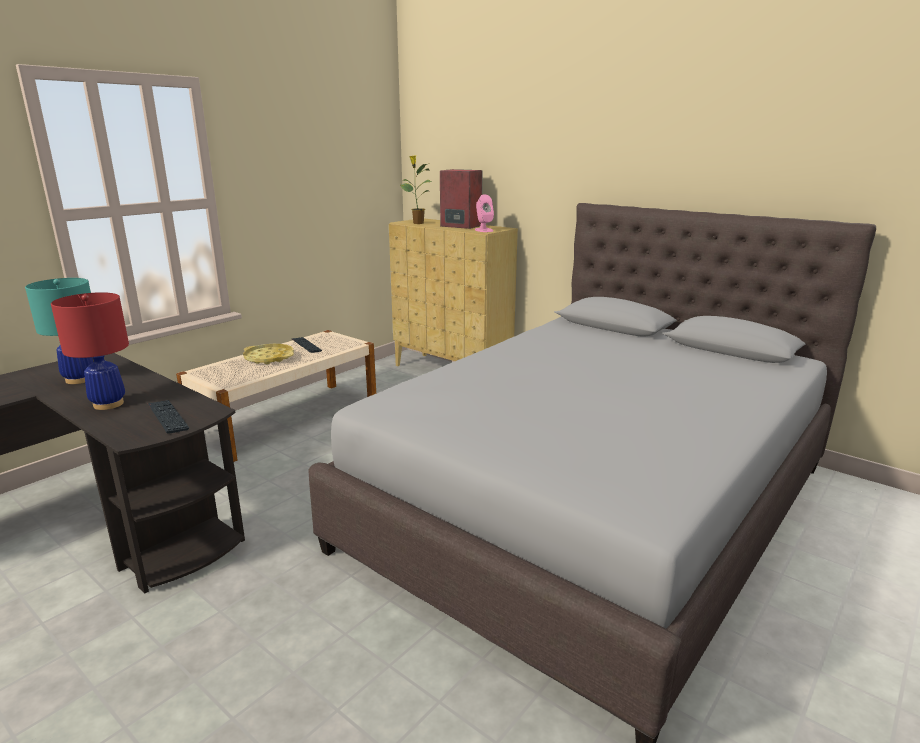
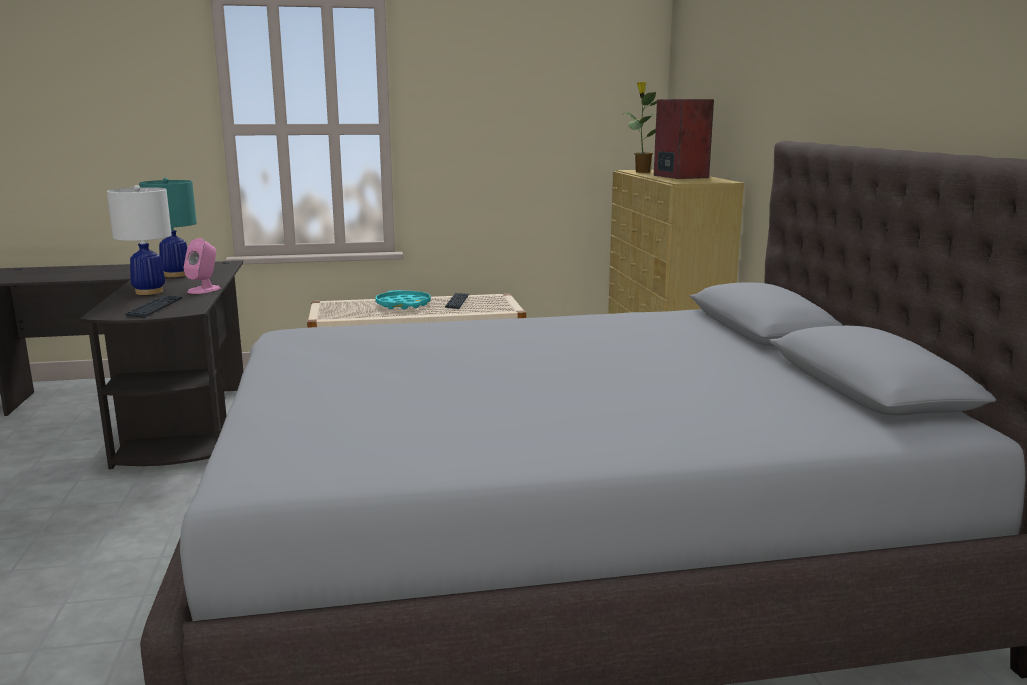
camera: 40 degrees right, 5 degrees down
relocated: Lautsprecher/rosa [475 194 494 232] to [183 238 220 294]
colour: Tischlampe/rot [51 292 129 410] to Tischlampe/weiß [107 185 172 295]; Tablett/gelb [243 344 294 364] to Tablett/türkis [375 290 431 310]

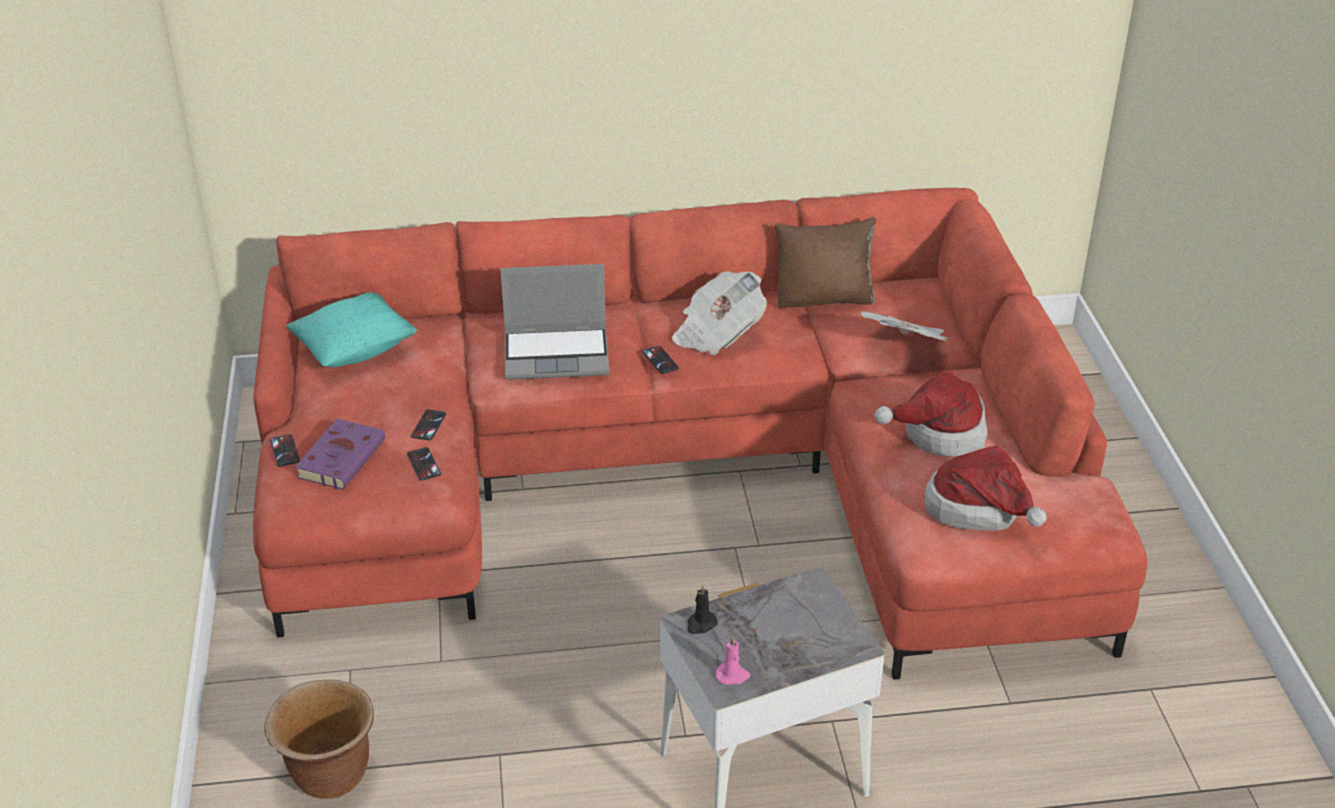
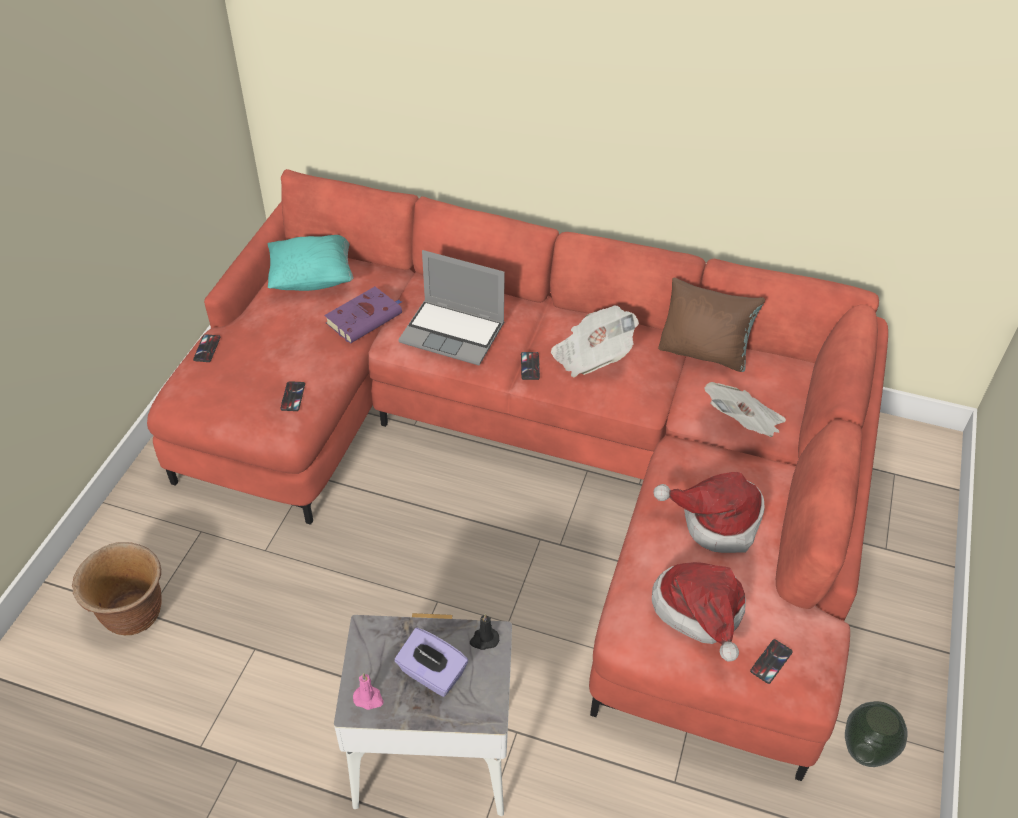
camera: 25 degrees right, 10 degrees up
appeared: Taschentuchbox/lila [395 628 468 697]; Vase [845 701 907 767]
relocated: Buch/lila [295 419 385 490] to [324 287 402 344]; Kerze/schwarz [687 584 718 634] to [470 614 499 650]; Handy [411 409 446 440] to [750 639 793 684]

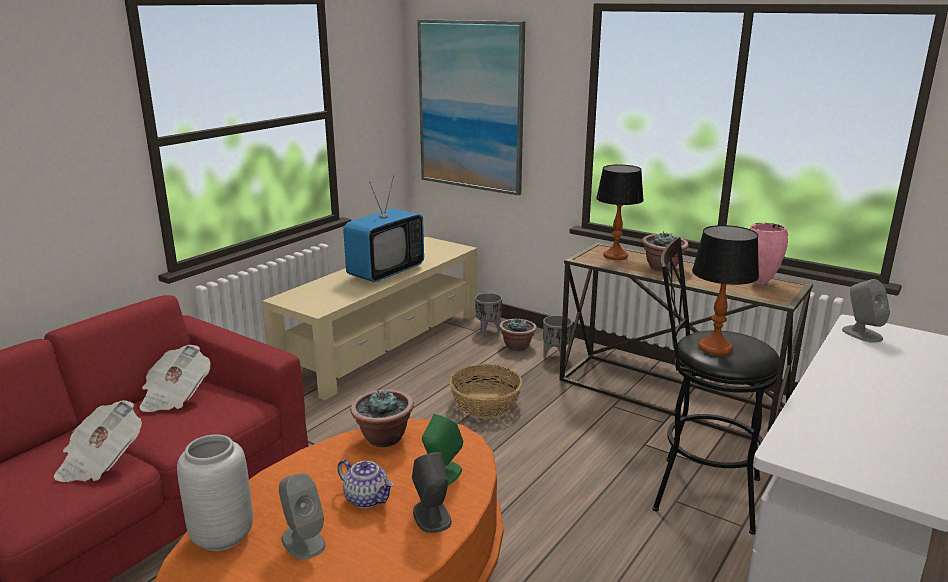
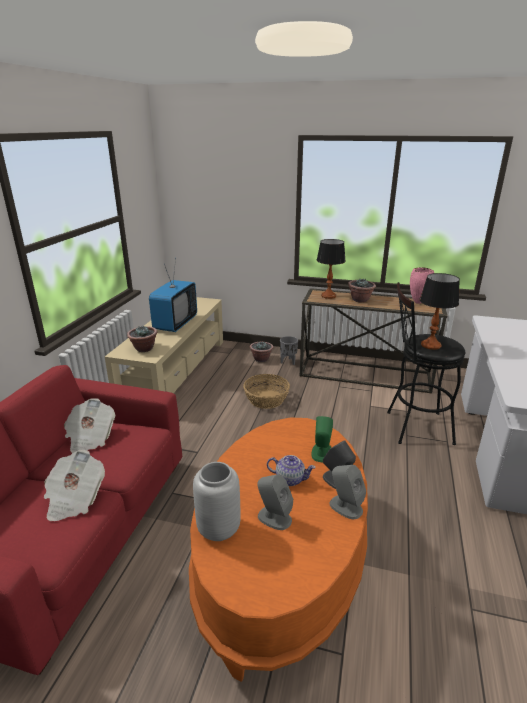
camera: 20 degrees left, 5 degrees up
missing: Bild [417 19 525 196]; Pflanzkübel/grau [475 293 502 336]
relocated: Topfpflanze [350 389 414 447] to [127 326 157 352]; Lautsprecher/grau [842 279 890 343] to [329 465 366 519]

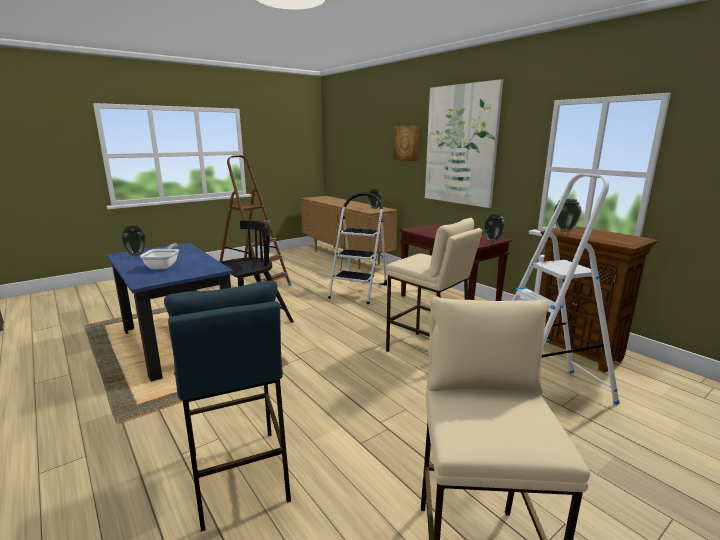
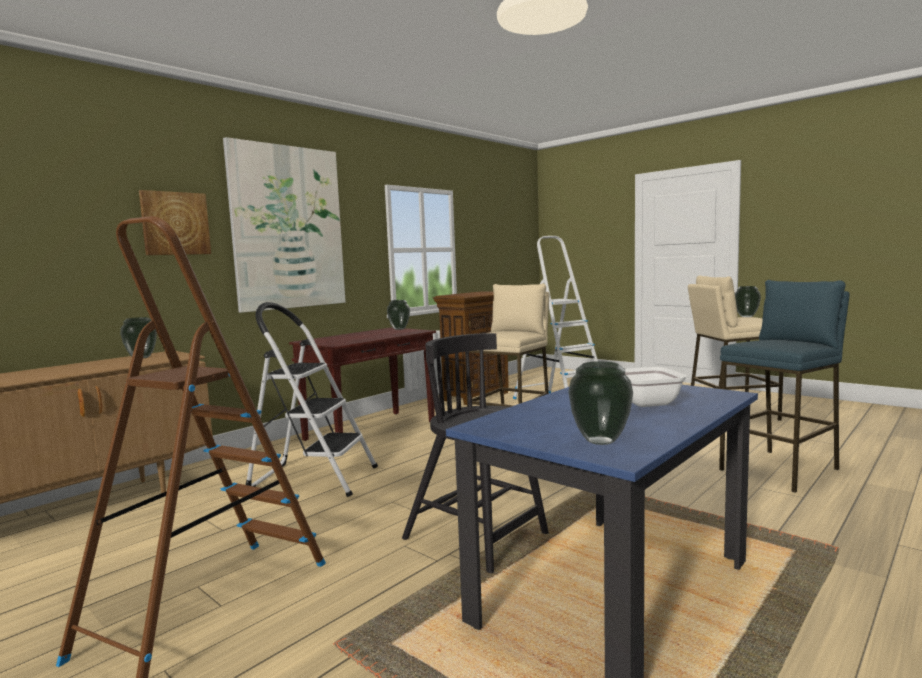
camera: 100 degrees left, 10 degrees down
relocated: Vase [554 199 581 232] to [735 286 761 317]

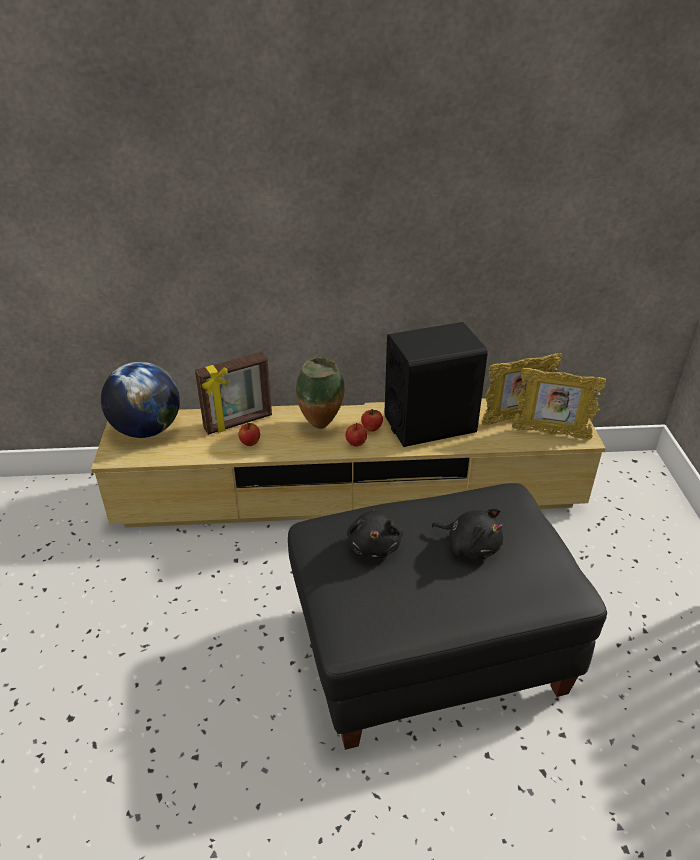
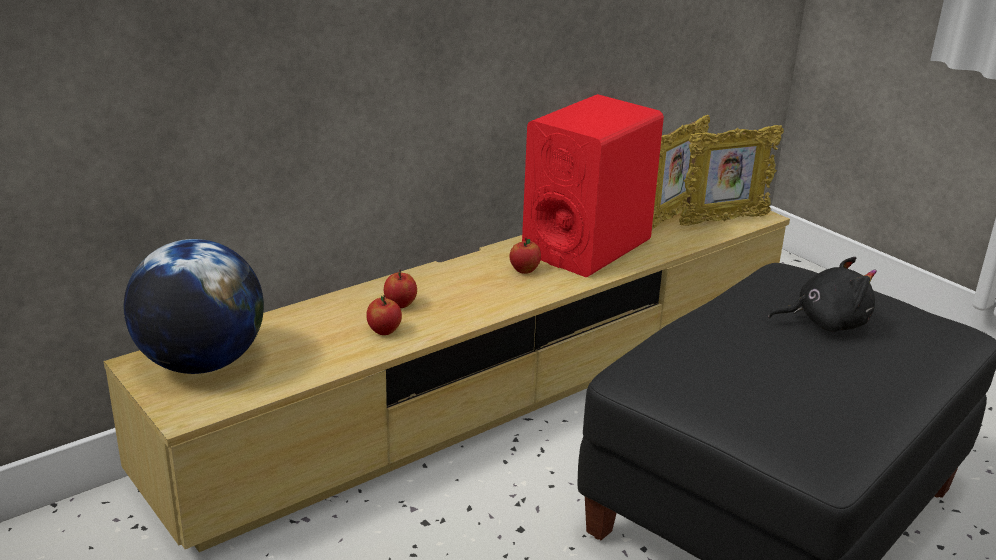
camera: 35 degrees left, 10 degrees down
missing: Bilderrahmen [195 352 272 435]; Vase [296 357 345 429]; Plüschtier/schwarz [347 508 403 558]
relocated: Apfel [345 423 367 447] to [384 269 417 308]
colour: Lautsprecher/schwarz [384 322 488 447] to Lautsprecher/rot [522 94 664 277]

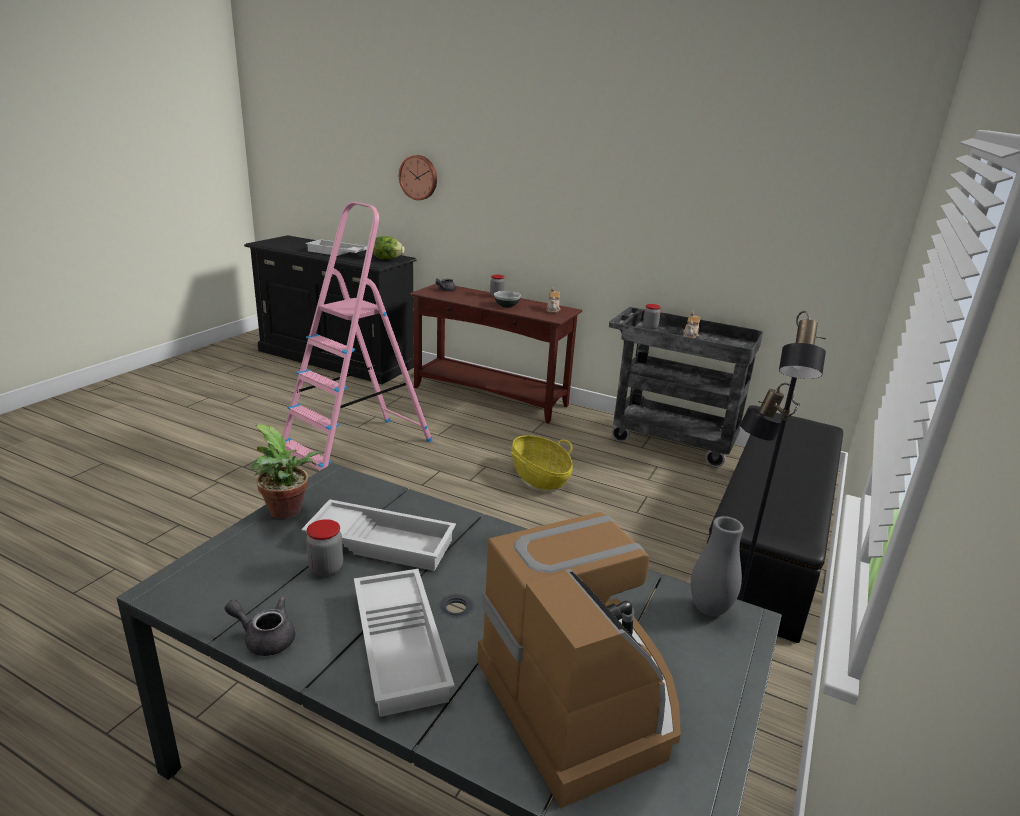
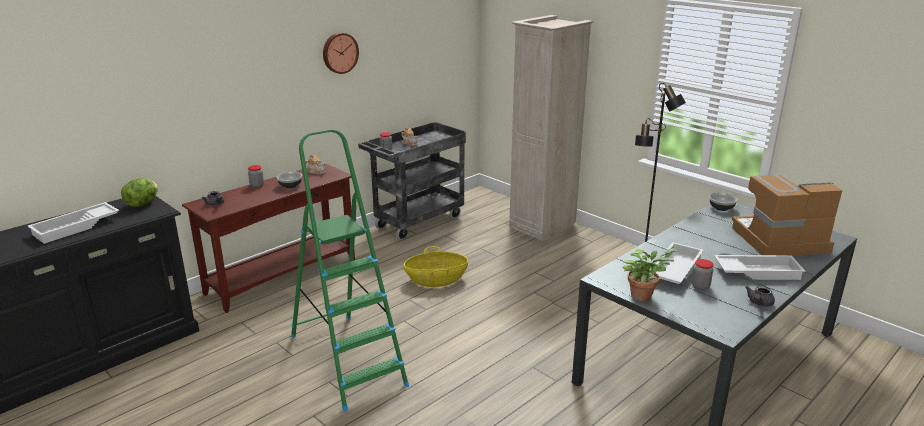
camera: 70 degrees left, 0 degrees up
relocated: Wanduhr [399 155 437 200] to [323 33 359 74]
exchanged: Bank/schwarz [706 413 843 643] to Schrank/beige [509 15 593 241]; Vase/grau [691 516 744 616] to Schüssel [709 192 738 211]
colour: Trittleiter/rosa [283 201 432 471] to Trittleiter/grün [291 130 409 412]

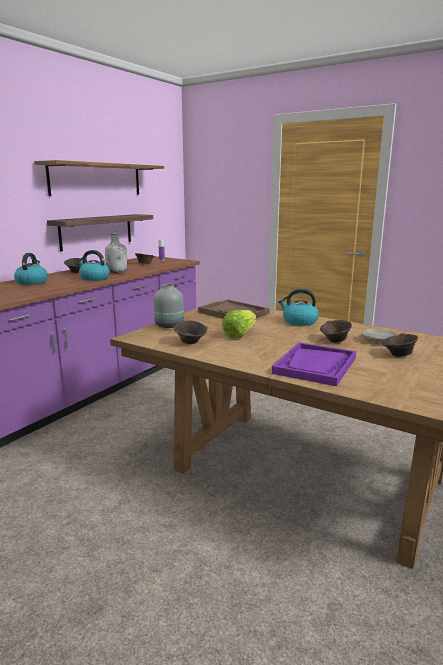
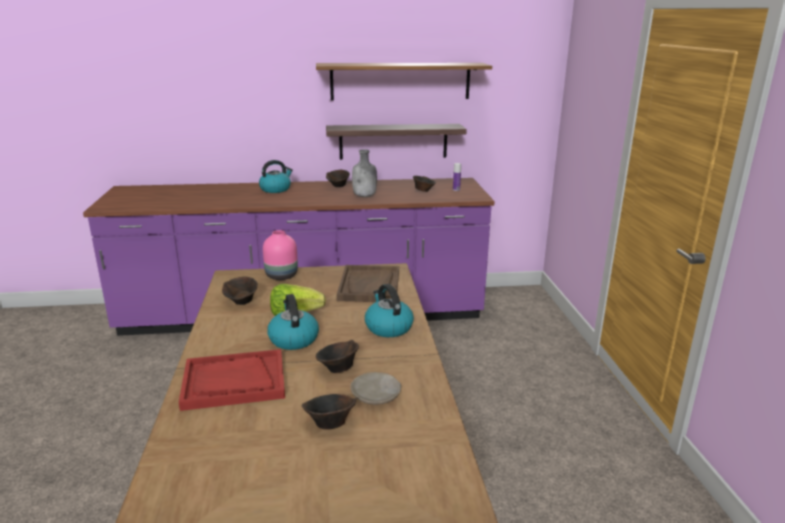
camera: 50 degrees right, 5 degrees up
relocated: Wasserkessel [77 250 110 281] to [267 294 319 350]
colour: Tablett/lila [272 342 356 386] to Tablett/rot [179 349 285 411]; Vase/grau [153 284 184 328] to Vase/rosa [263 230 298 280]

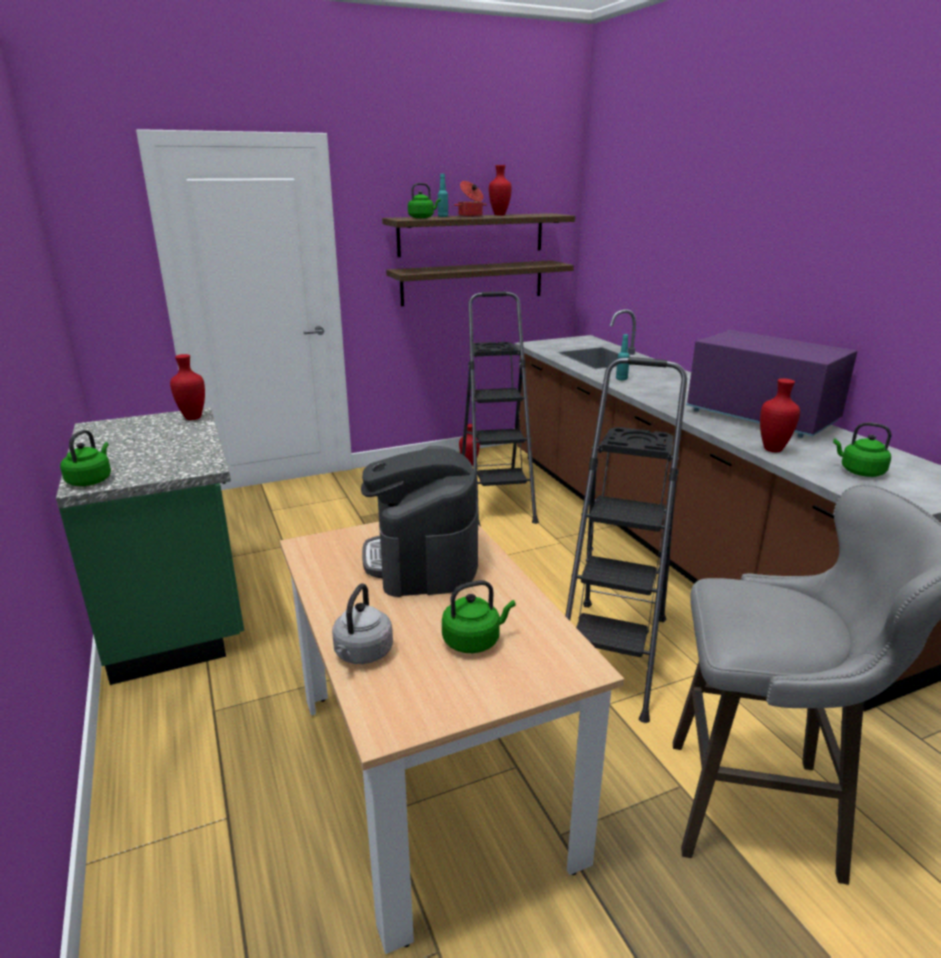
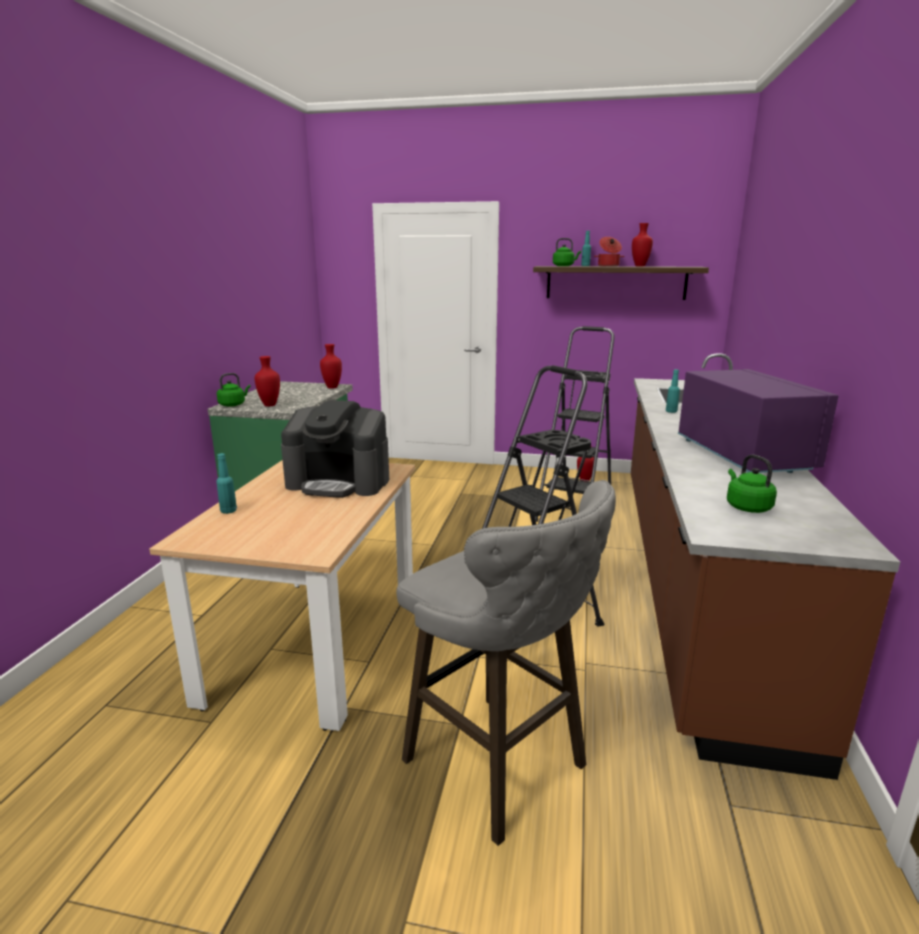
camera: 35 degrees right, 5 degrees down
missing: Wandregal [386 260 574 306]; Wasserkessel/grün [442 580 516 653]
relocated: Vase/rot [760 378 800 452] to [255 356 280 406]
exchanged: Wasserkessel/grau [332 583 393 664] to Flasche/türkis [216 453 237 514]
spun: Kaffeemaschine [361 446 478 597] = [281 400 389 498] 105 degrees counterclockwise

